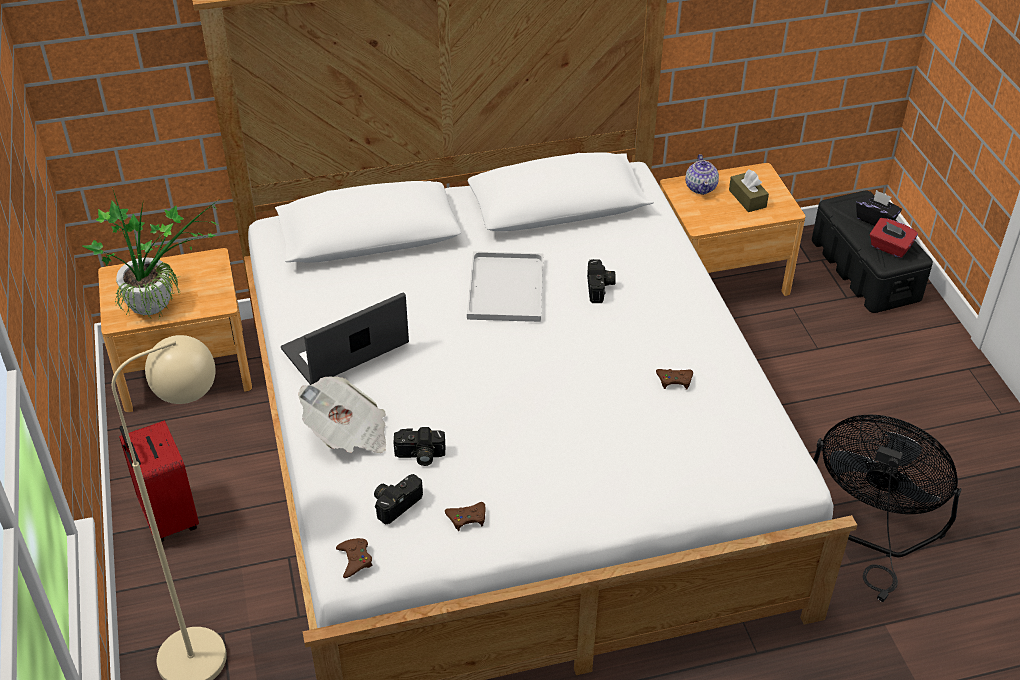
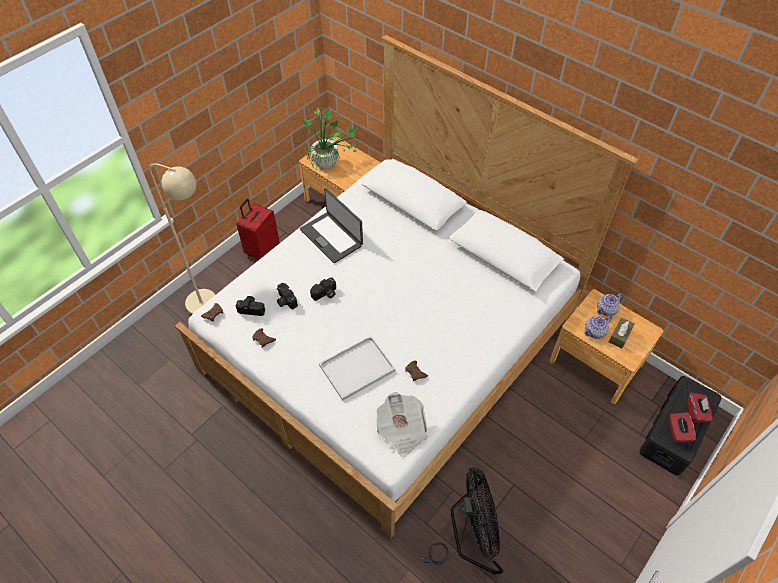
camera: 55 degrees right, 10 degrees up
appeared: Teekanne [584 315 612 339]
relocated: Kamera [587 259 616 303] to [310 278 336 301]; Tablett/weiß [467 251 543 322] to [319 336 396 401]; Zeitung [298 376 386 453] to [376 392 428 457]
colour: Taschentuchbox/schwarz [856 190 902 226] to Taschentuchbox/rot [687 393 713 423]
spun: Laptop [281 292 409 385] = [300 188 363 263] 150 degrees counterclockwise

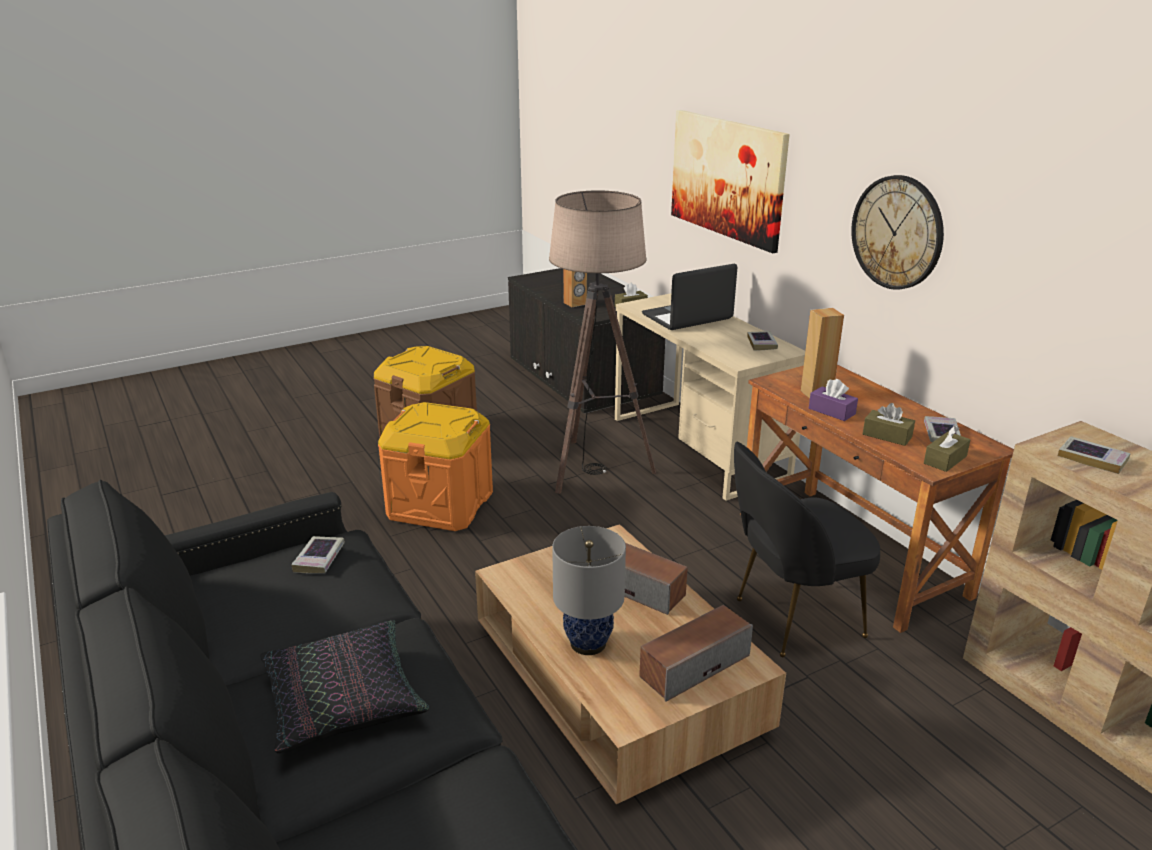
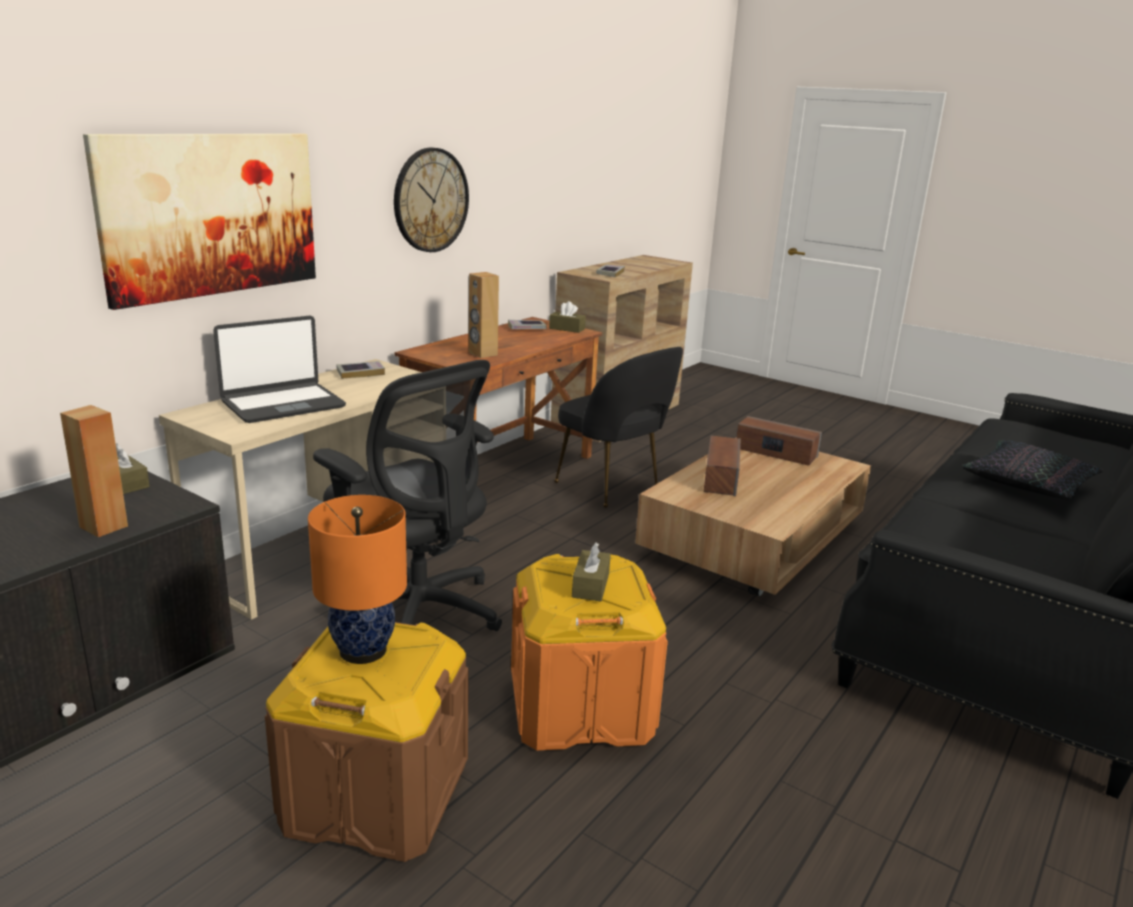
camera: 115 degrees left, 5 degrees down
missing: Buch [291 536 345 573]; Tischlampe/grau [552 526 626 655]; Taschentuchbox/lila [809 379 858 421]
appeared: Tischlampe/orange [308 495 407 664]
relocated: Taschentuchbox/braun [863 403 915 446] to [572 543 611 601]
exchanged: Stehlampe [549 190 656 494] to Bürostuhl/schwarz [313 360 502 631]
spun: Laptop [642 264 737 330] = [213 316 346 423] 75 degrees counterclockwise

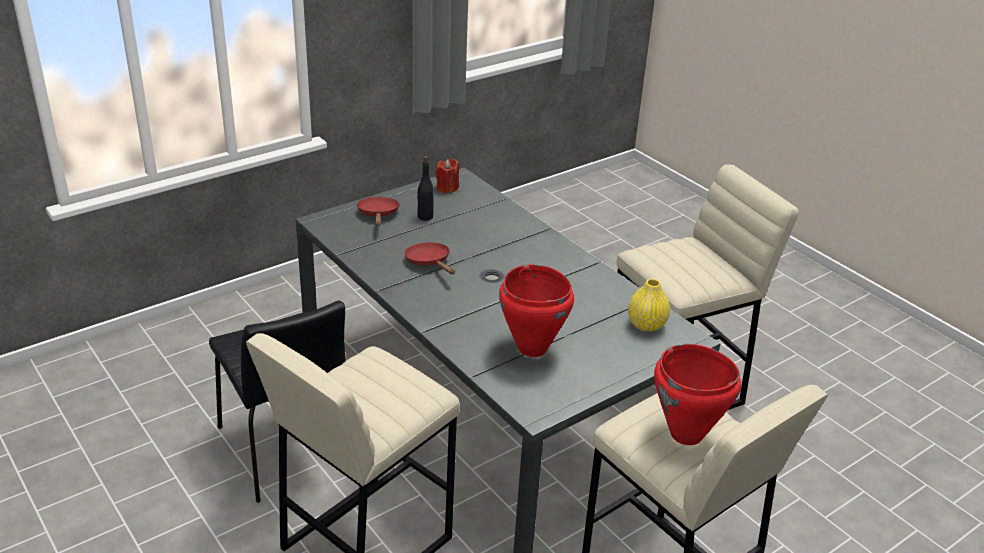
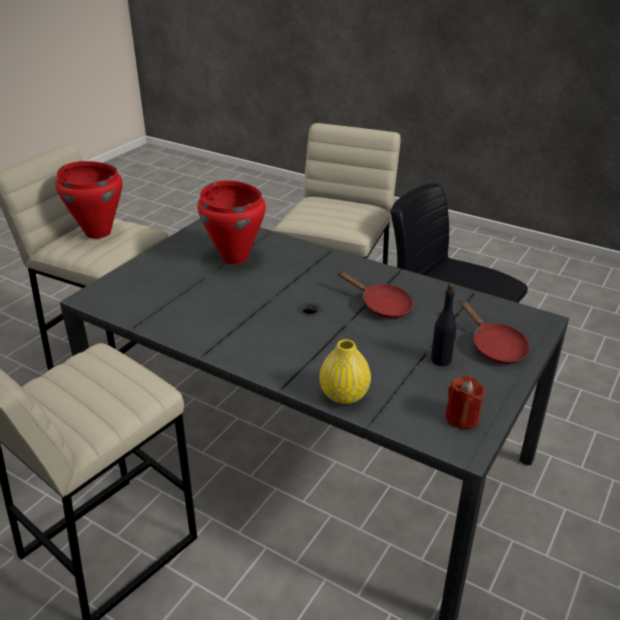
camera: 160 degrees right, 0 degrees up
relocated: Vase/gelb [628 279 670 332] to [319 339 371 404]

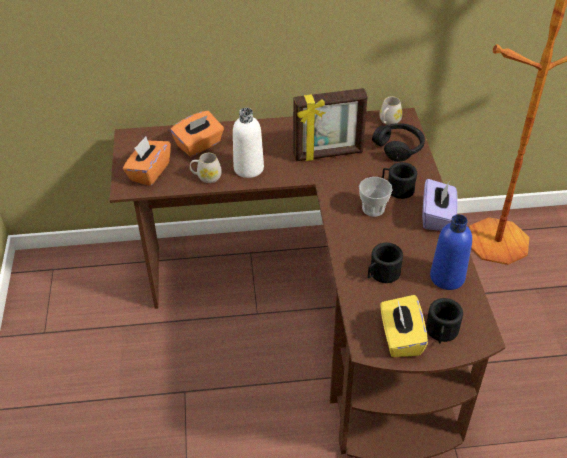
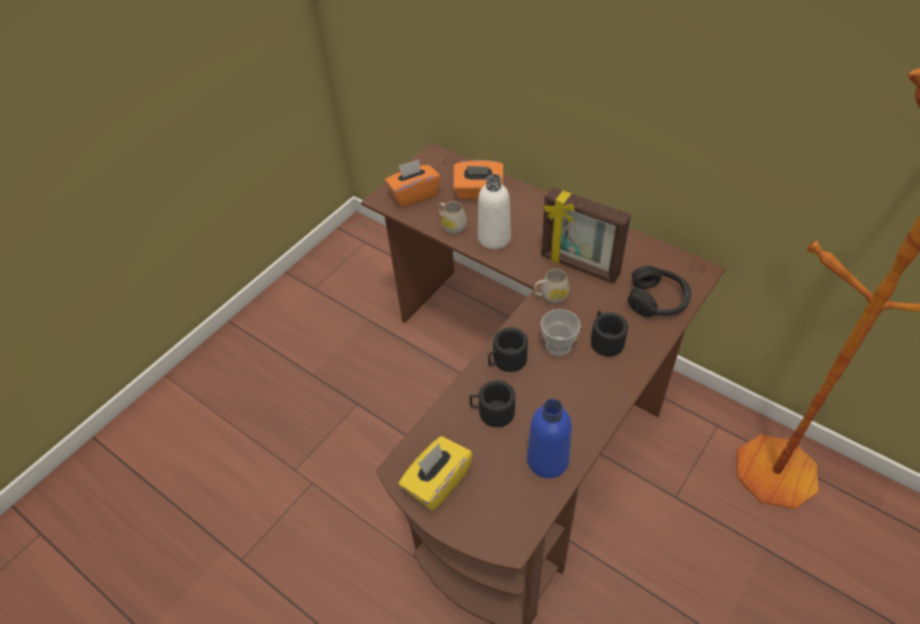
camera: 45 degrees right, 5 degrees up
missing: Taschentuchbox/lila [422 179 458 231]
relocated: Henkelbecher/schwarz [426 298 463 344] to [488 327 528 372]; Henkelbecher/weiß [380 97 402 125] to [534 269 570 304]

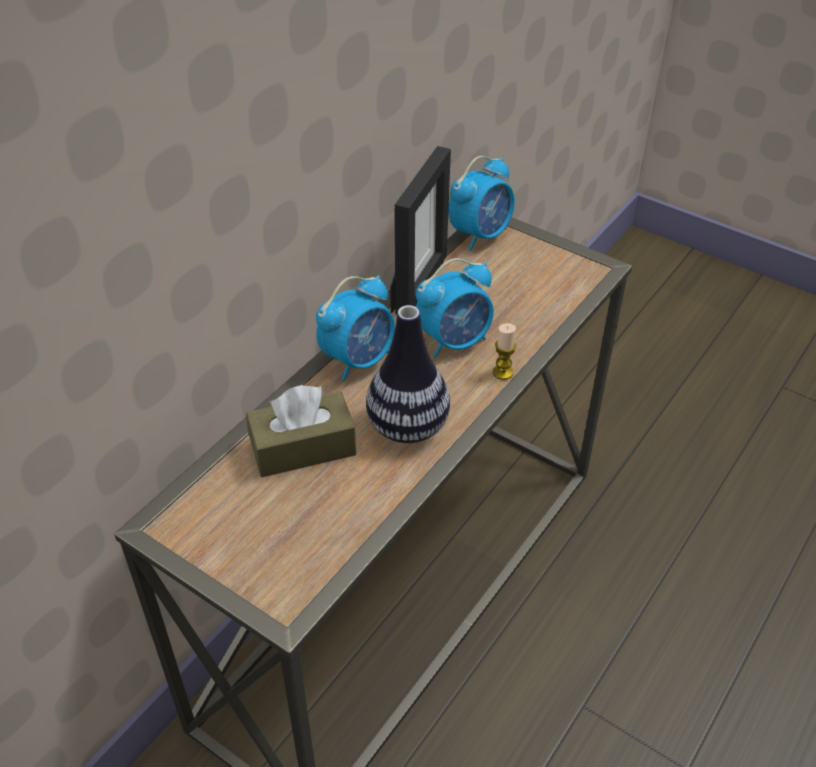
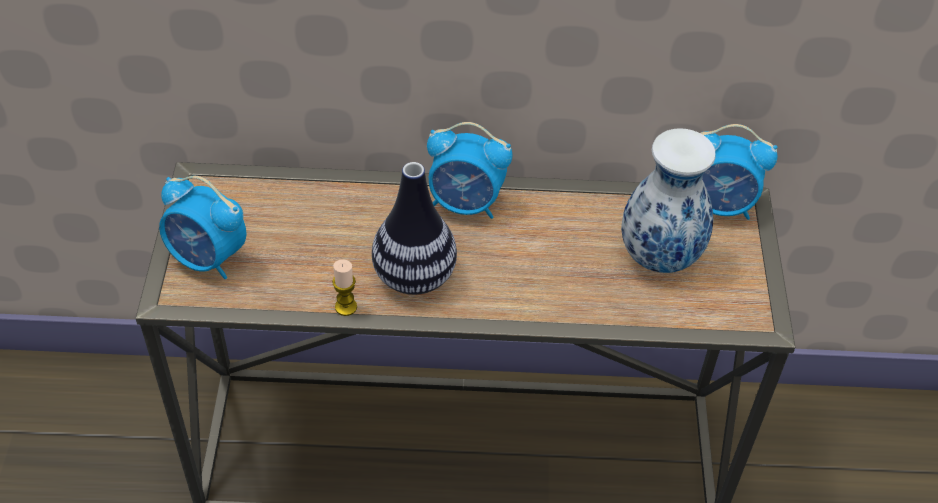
camera: 55 degrees right, 5 degrees up
missing: Taschentuchbox/braun [246 385 356 477]; Bilderrahmen [390 146 451 314]
appeared: Vase [621 128 716 273]
relocated: Wecker [416 258 494 359] to [159 176 247 279]; Kerze [493 323 516 380] to [332 259 357 316]

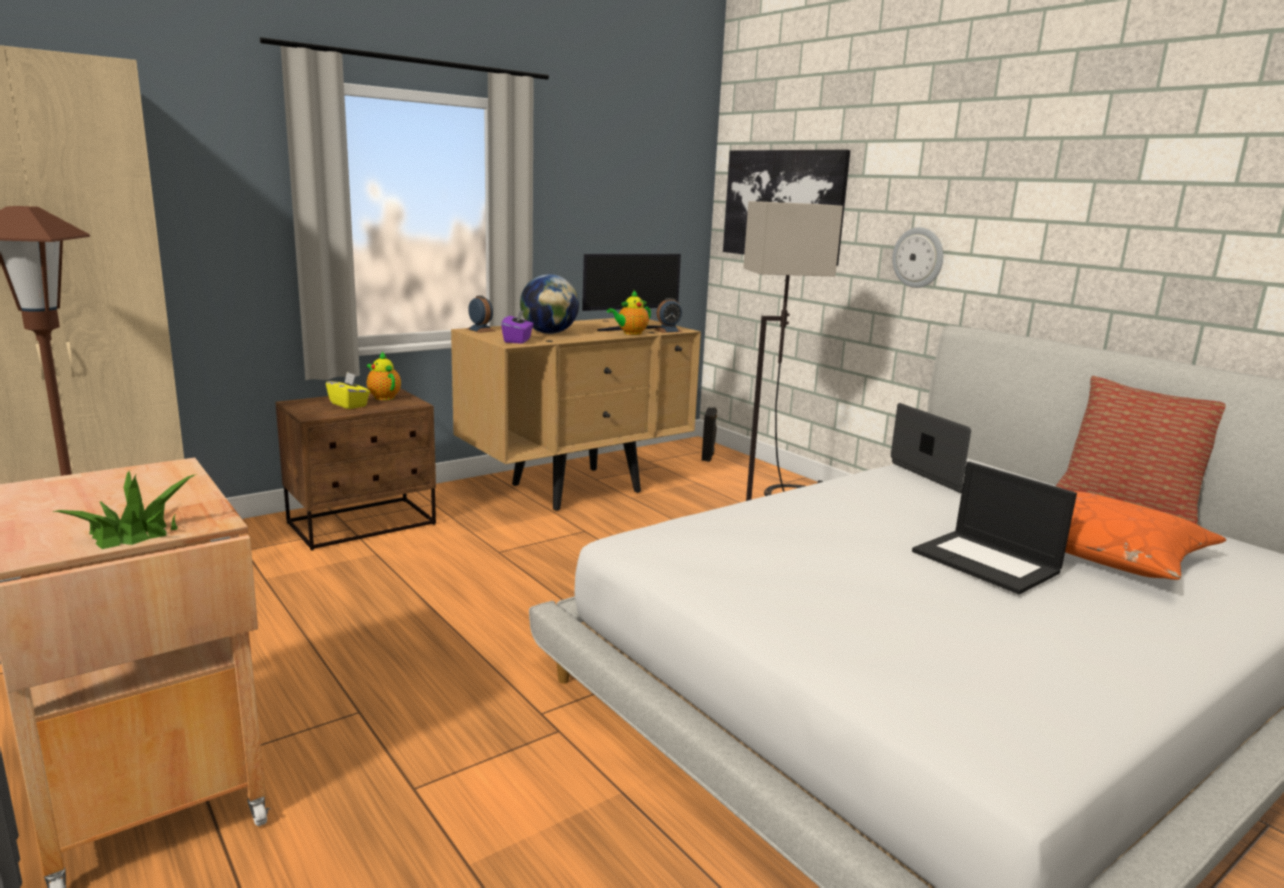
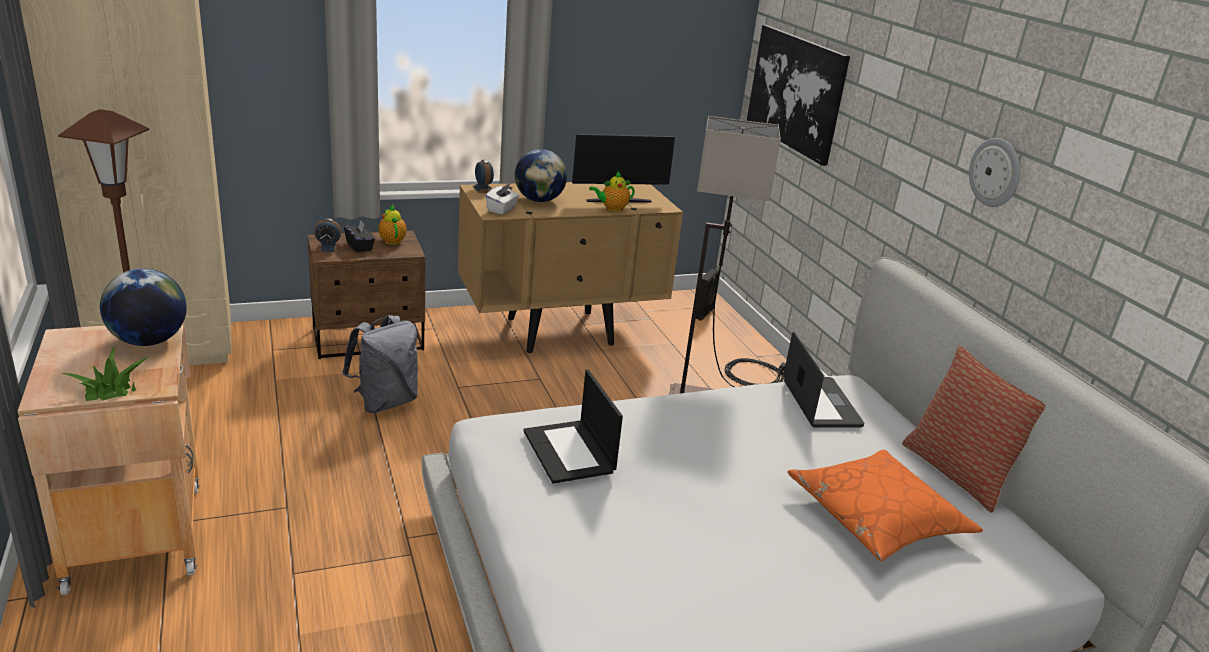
camera: 15 degrees right, 10 degrees up
appeared: Globus [100 268 187 346]; Rucksack/grau [342 315 418 413]
relocated: Wecker [654 298 682 333] to [314 218 341 252]; Laptop [912 461 1077 594] to [523 370 623 484]; Wanduhr [892 227 943 288] to [969 138 1020 207]
colour: Taschentuchbox/gelb [326 372 370 409] to Taschentuchbox/schwarz [344 220 375 252]; Taschentuchbox/lila [501 309 534 344] to Taschentuchbox/weiß [485 184 519 215]

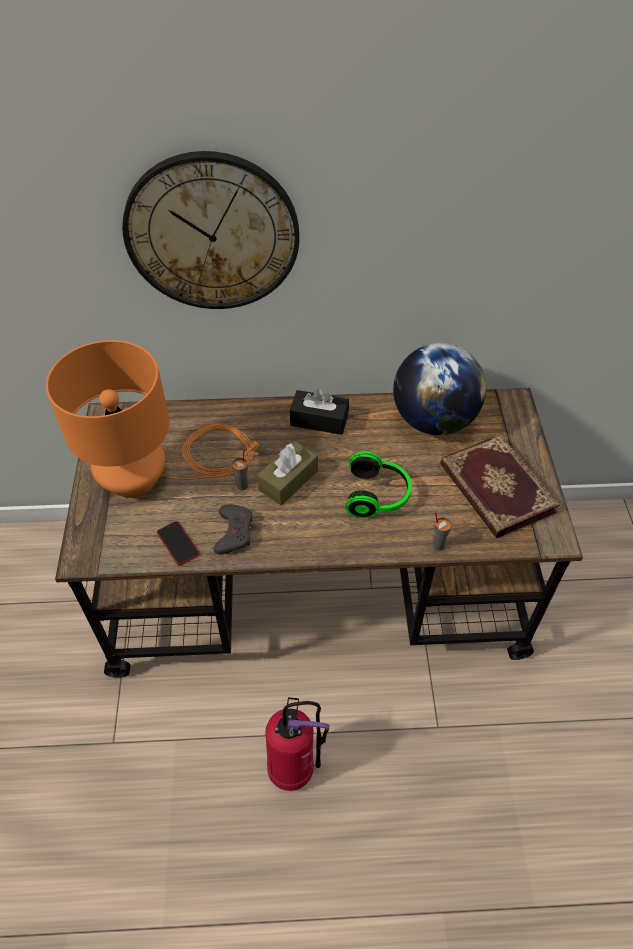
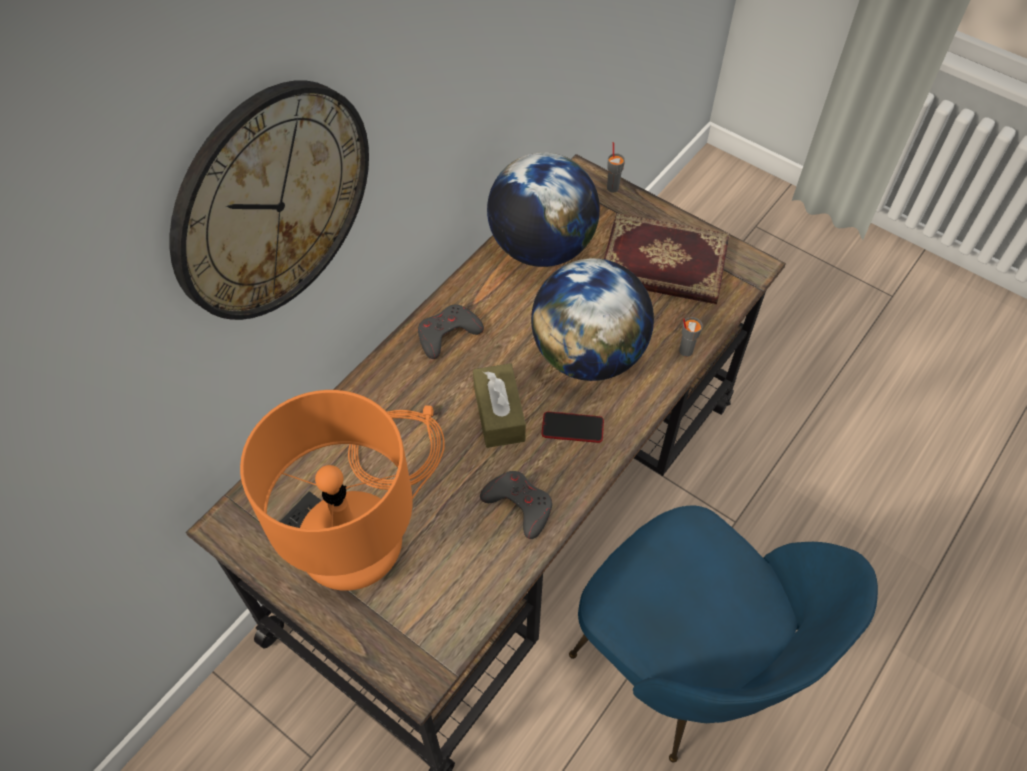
camera: 50 degrees left, 5 degrees up
relocated: Handy [157 521 199 566] to [542 412 604 443]; Tasse/grau [232 449 248 491] to [607 142 625 192]
exchanged: Taschentuchbox/schwarz [290 389 349 435] to Gamepad/grau [418 305 484 359]; Kopfhörer [345 451 412 518] to Globus [531 258 654 381]; Feuerlöscher [265 697 330 791] to Stuhl/blau [569 506 878 763]

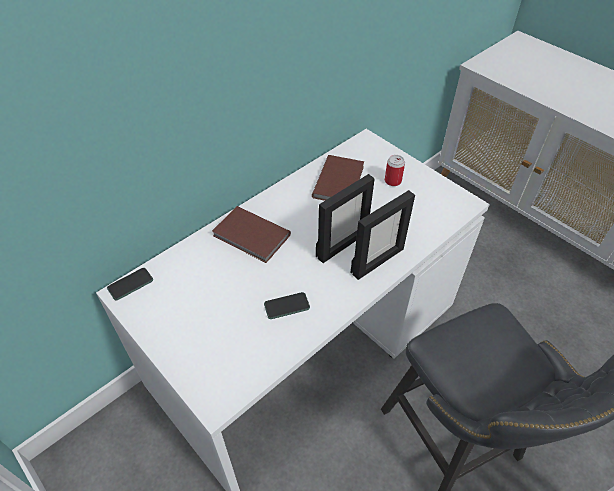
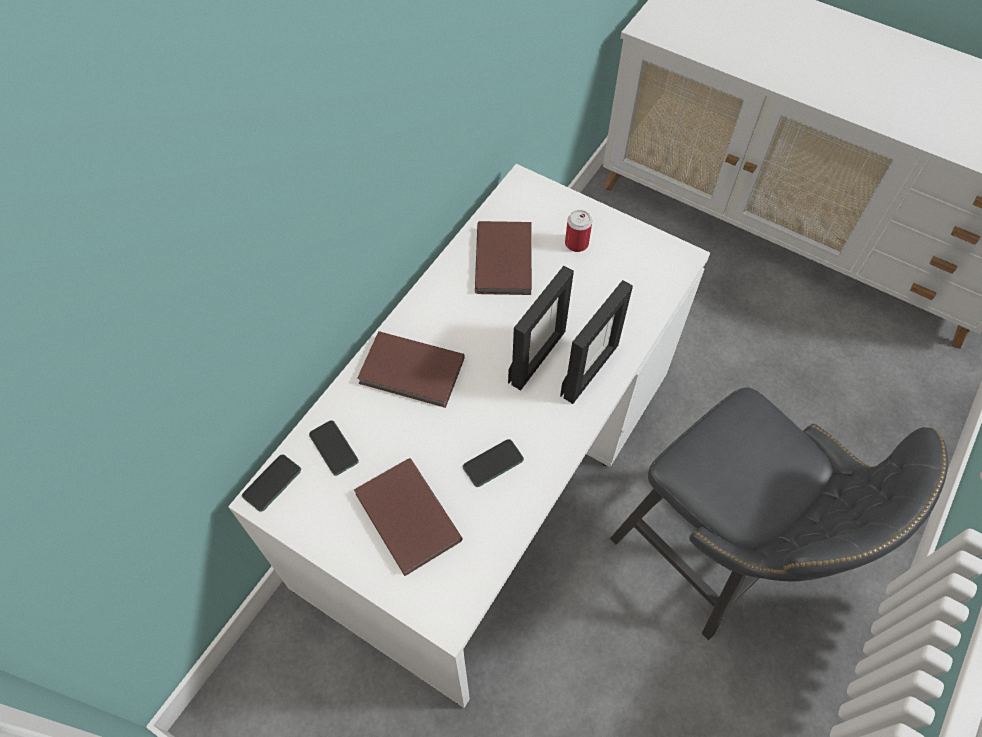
camera: 15 degrees left, 10 degrees up
appeared: Handy [309 420 359 476]; Buch/braun [354 458 463 576]

